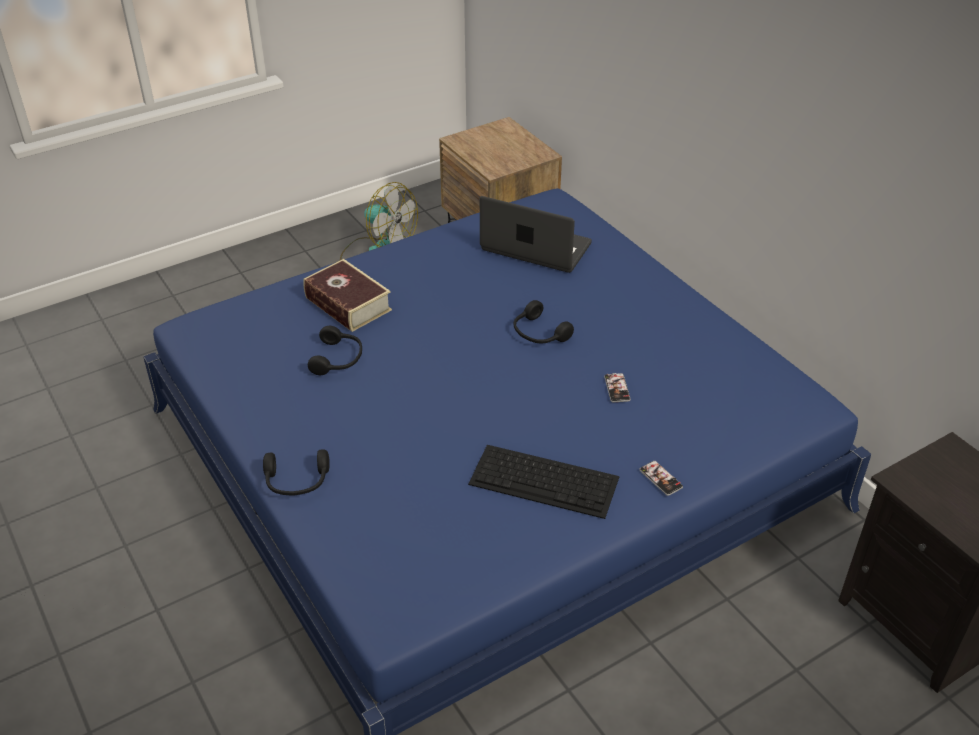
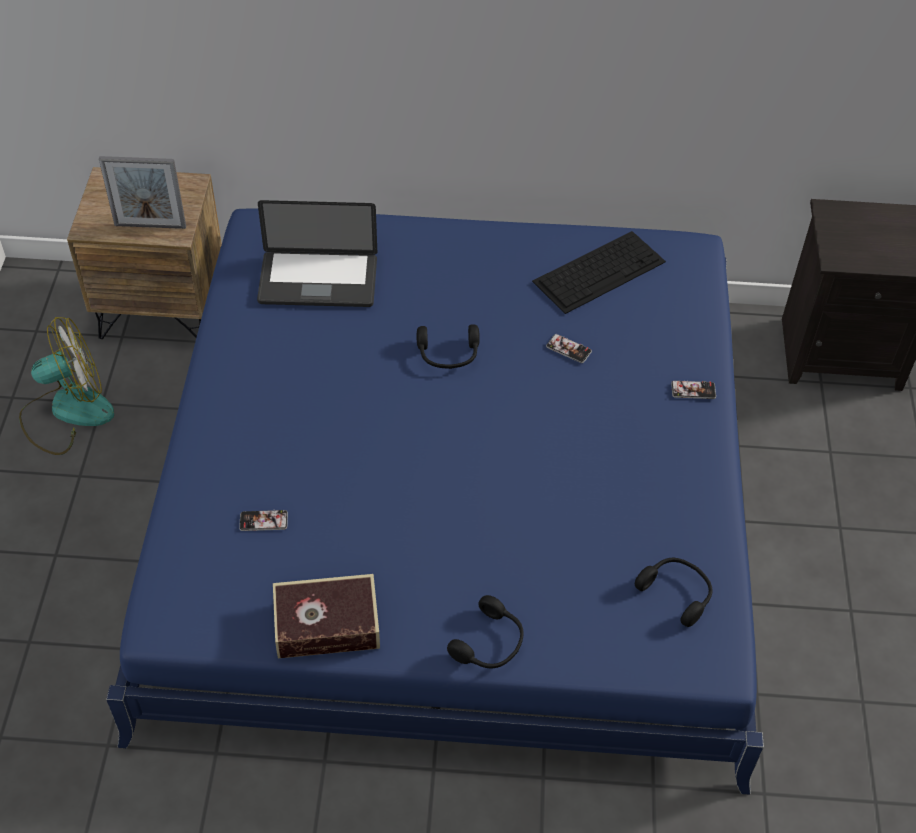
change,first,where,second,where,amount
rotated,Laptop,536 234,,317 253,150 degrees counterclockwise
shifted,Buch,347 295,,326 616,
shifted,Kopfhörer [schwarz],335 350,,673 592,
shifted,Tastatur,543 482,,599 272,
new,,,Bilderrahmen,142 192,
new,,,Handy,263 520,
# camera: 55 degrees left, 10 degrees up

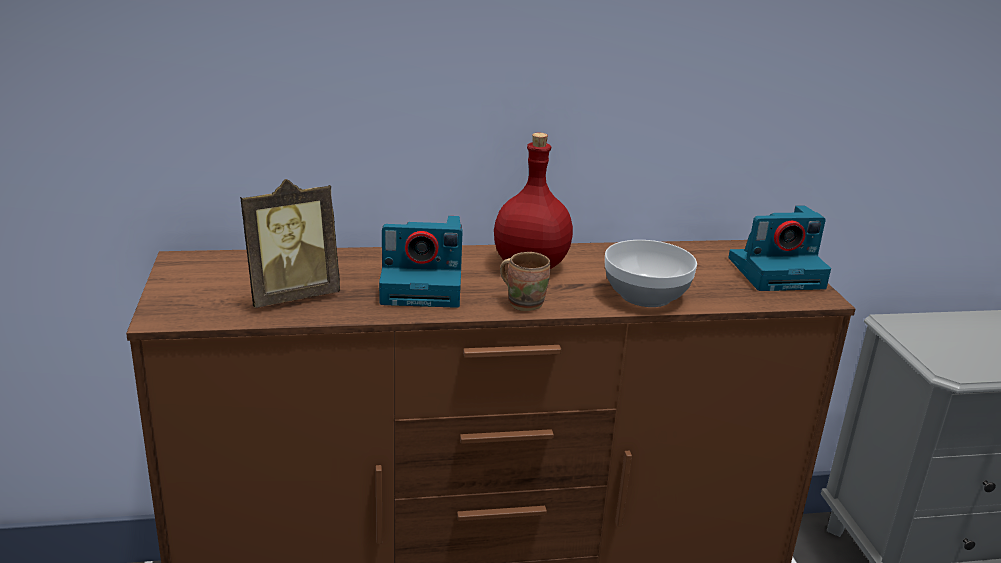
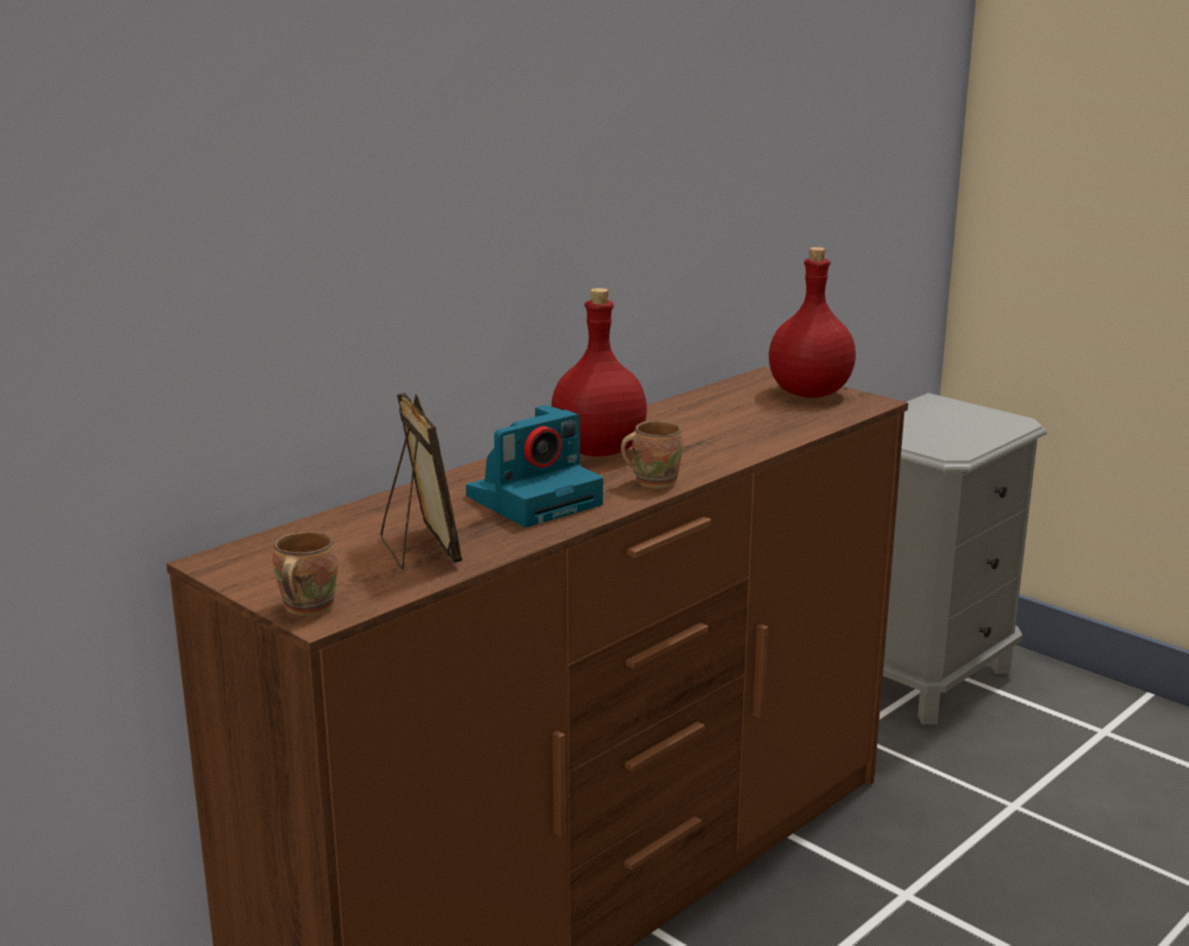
change,first,where,second,where,amount
rotated,Bilderrahmen,290 243,,422 481,45 degrees counterclockwise
swapped,Kamera,779 248,Flasche [rot],812 322,
gone,Schüssel,651 273,,,
new,,,Henkelbecher [braun],305 573,
# camera: 35 degrees left, 5 degrees down

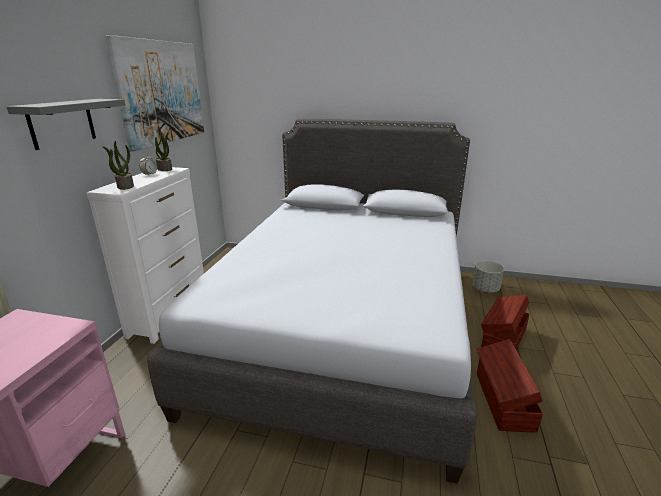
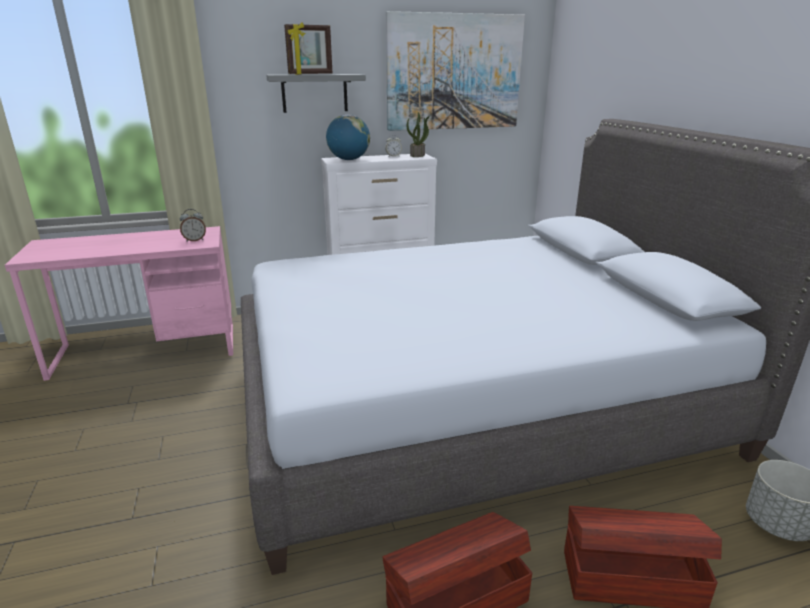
change,first,where,second,where,amount
swapped,Topfpflanze,118 165,Globus,348 137,
new,,,Bilderrahmen,308 49,
new,,,Wecker,193 225,
# camera: 60 degrees right, 0 degrees up

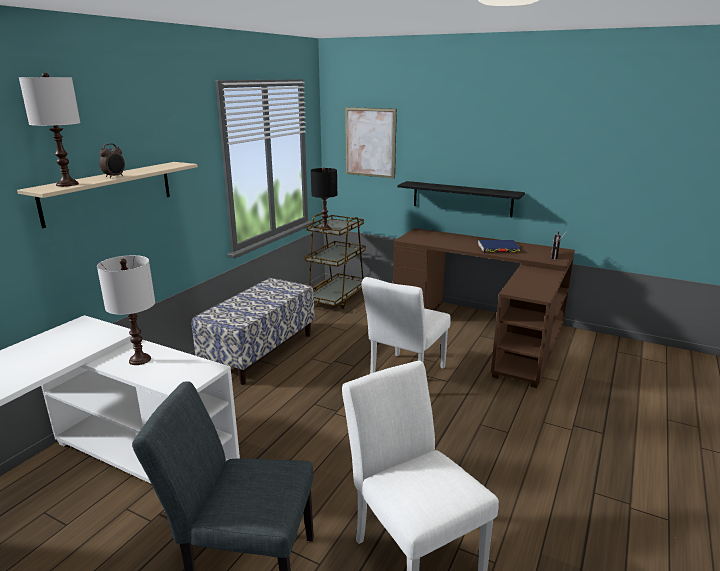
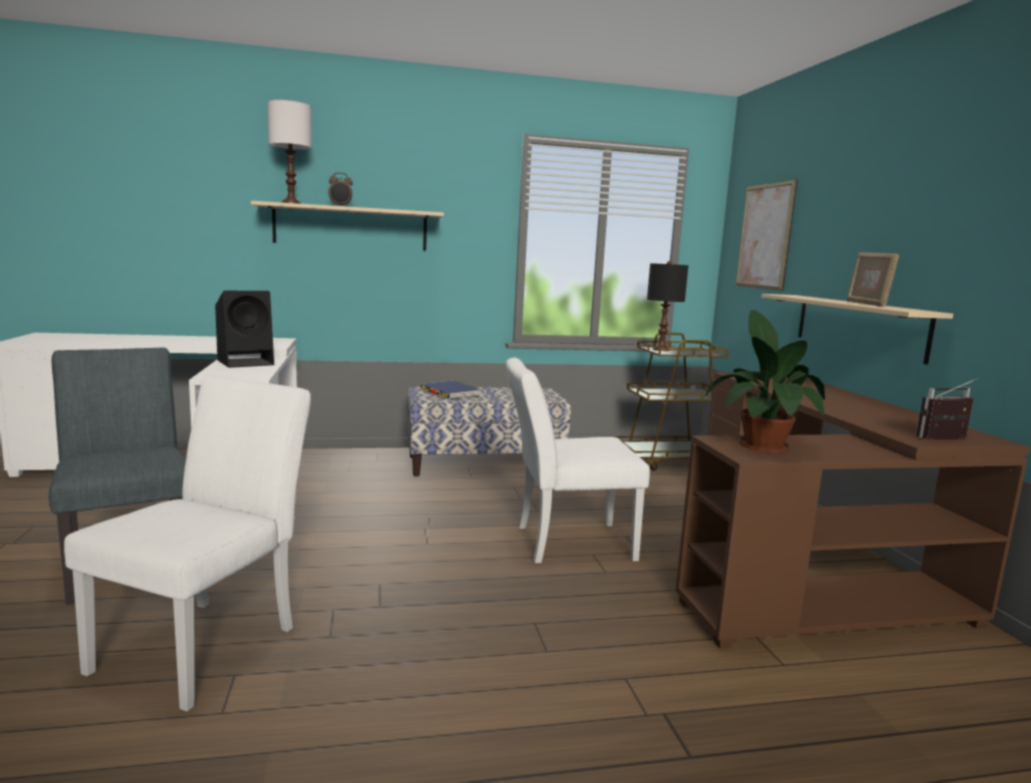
change,first,where,second,where,amount
repainted,Wandregal [schwarz],461 199,Wandregal [beige],857 329,
shifted,Buch [blau],499 246,,451 390,
swapped,Tischlampe [weiß],126 310,Lautsprecher [schwarz],244 329,
new,,,Bilderrahmen,873 279,
new,,,Topfpflanze,765 381,
# camera: 50 degrees right, 10 degrees down

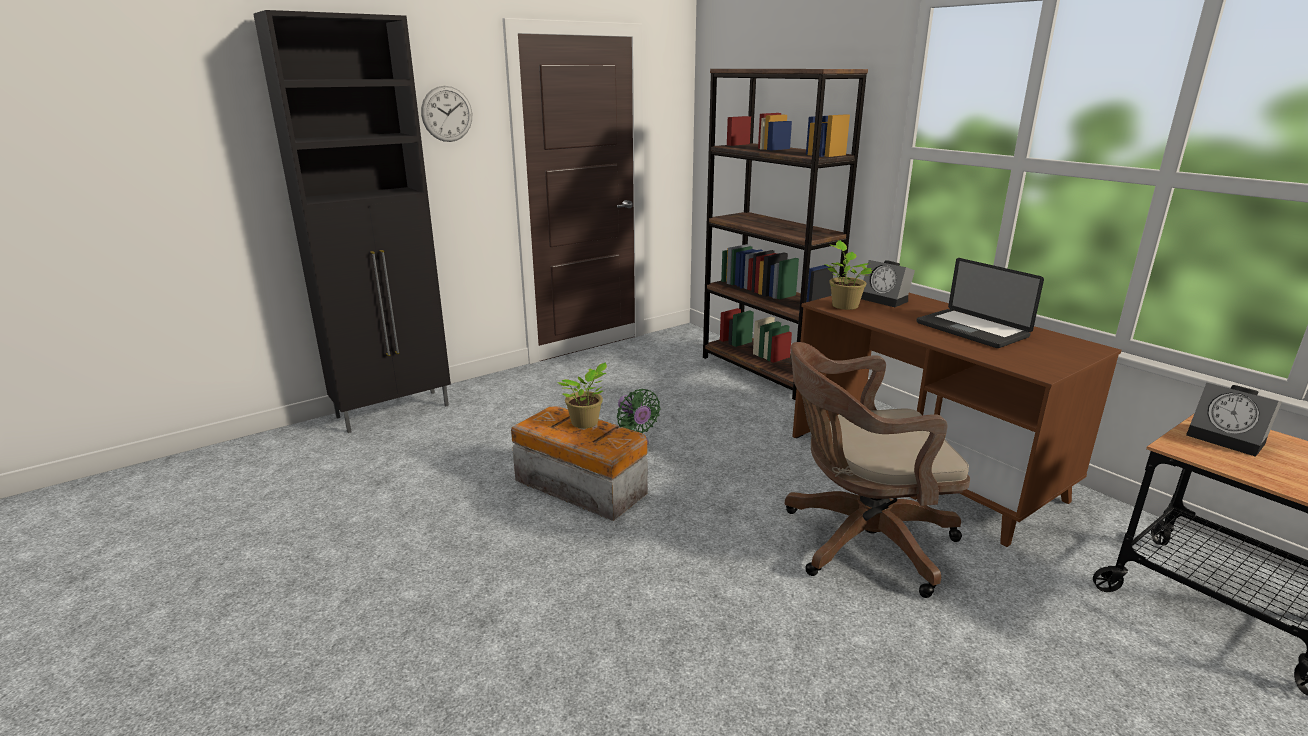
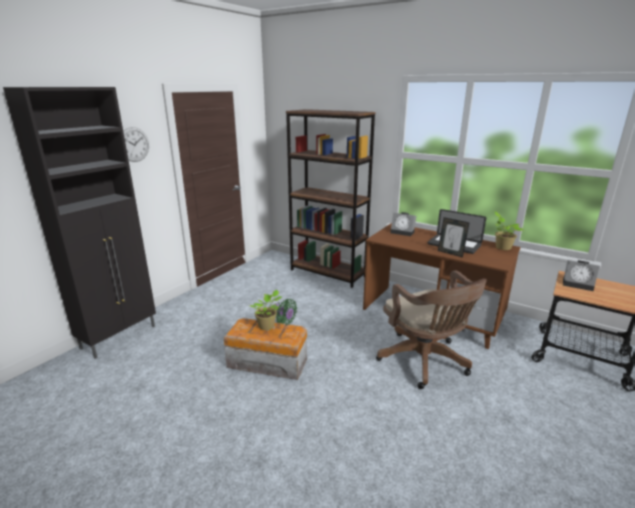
change,first,where,second,where,amount
shifted,Topfpflanze,848 275,,509 231,
rotated,Bürostuhl [braun],877 470,,431 329,90 degrees counterclockwise
new,,,Bilderrahmen,453 237,
# camera: 20 degrees left, 0 degrees up

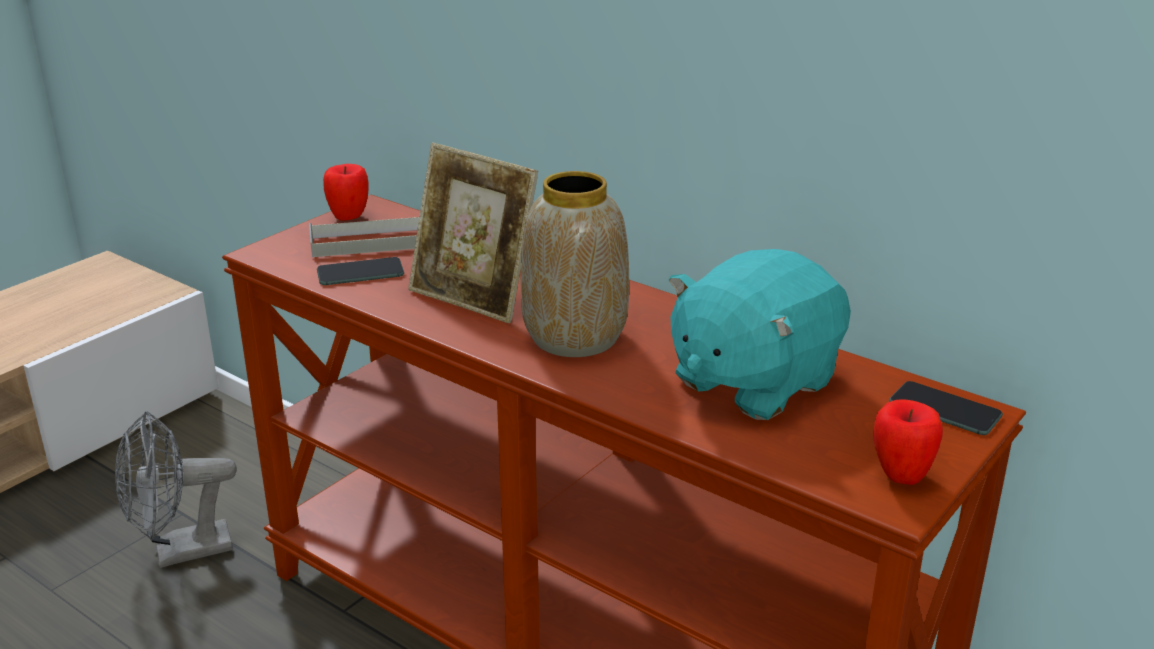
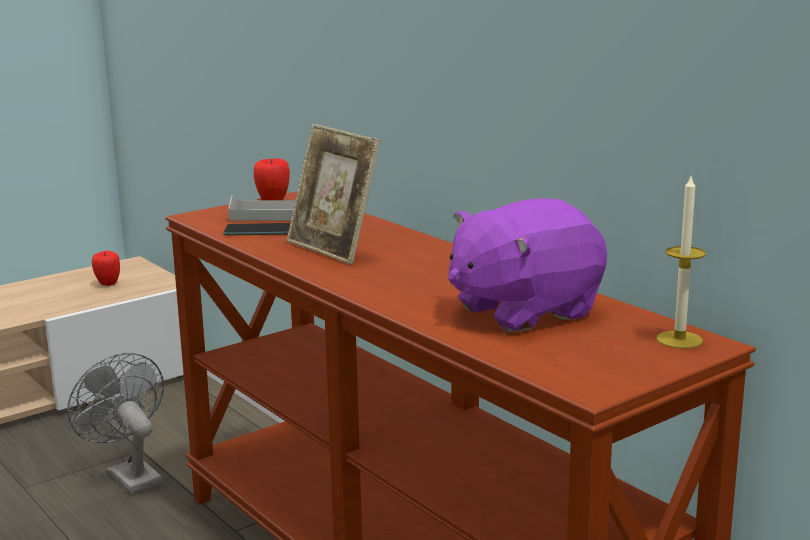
change,first,where,second,where,amount
gone,Vase,575 264,,,
repainted,Plüschtier [türkis],760 334,Plüschtier [lila],527 265,
swapped,Handy,946 408,Kerze,681 262,
shifted,Apfel,908 442,,106 268,
rotated,Ventilator [grau],176 489,,115 423,60 degrees clockwise
# camera: 15 degrees right, 10 degrees down

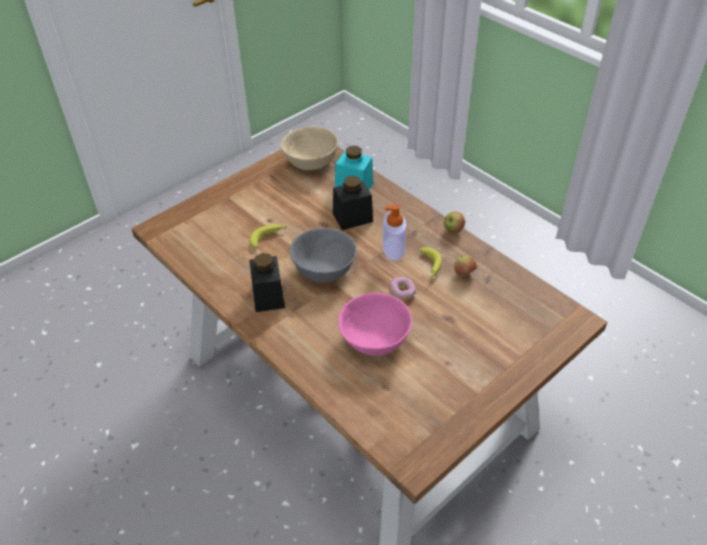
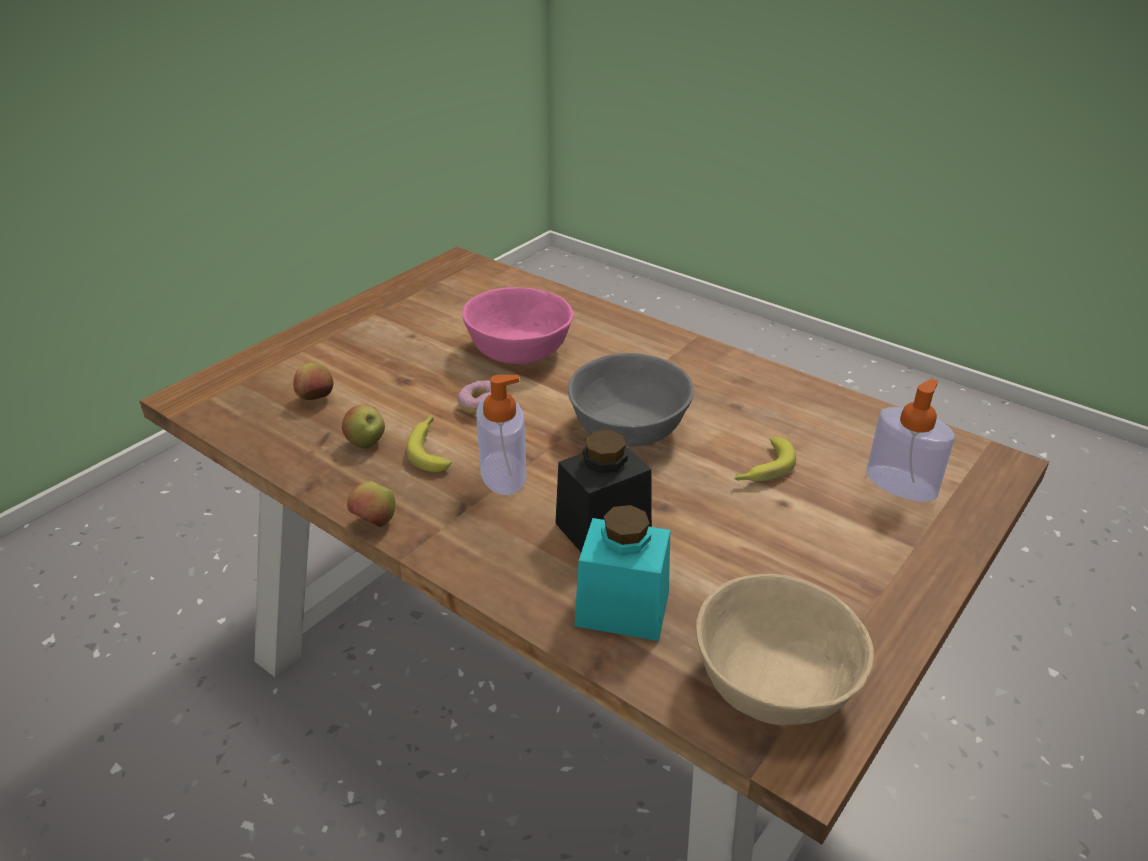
change,first,where,second,where,amount
gone,Vorratsglas [schwarz],267 282,,,
new,,,Apfel,313 381,
new,,,Seifenspender,910 440,
# camera: 170 degrees right, 10 degrees down

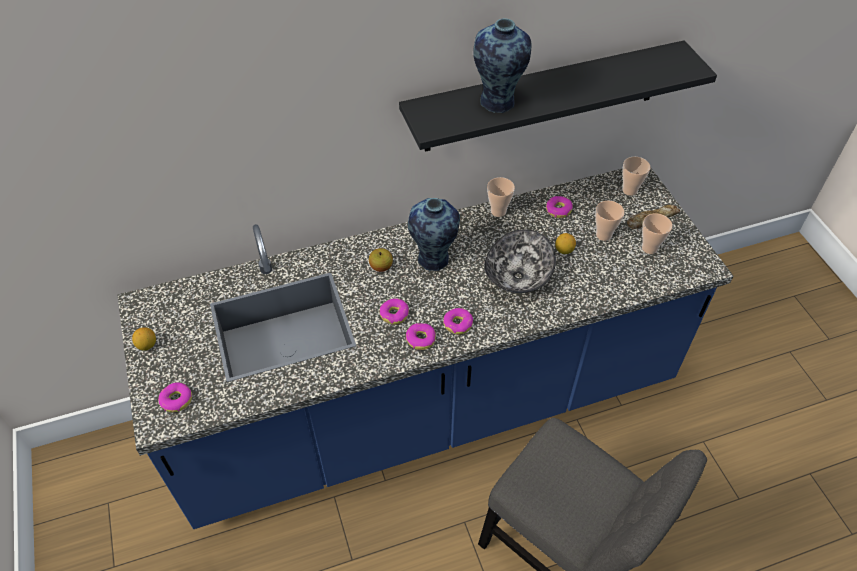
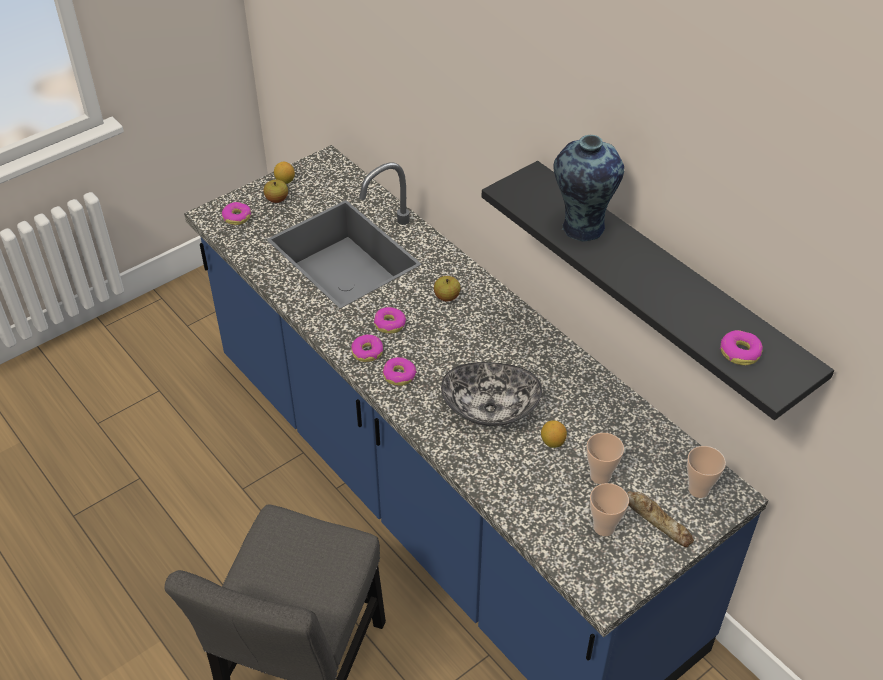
change,first,where,second,where,amount
gone,Tasse,501 197,,,
shifted,Donut,559 207,,741 347,
gone,Vase,434 234,,,
new,,,Apfel,275 191,
# camera: 70 degrees right, 5 degrees down

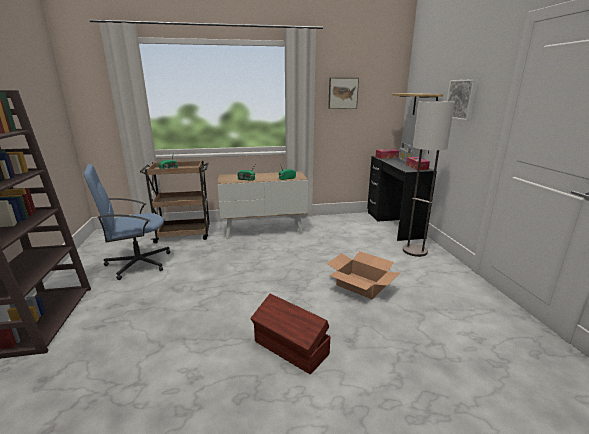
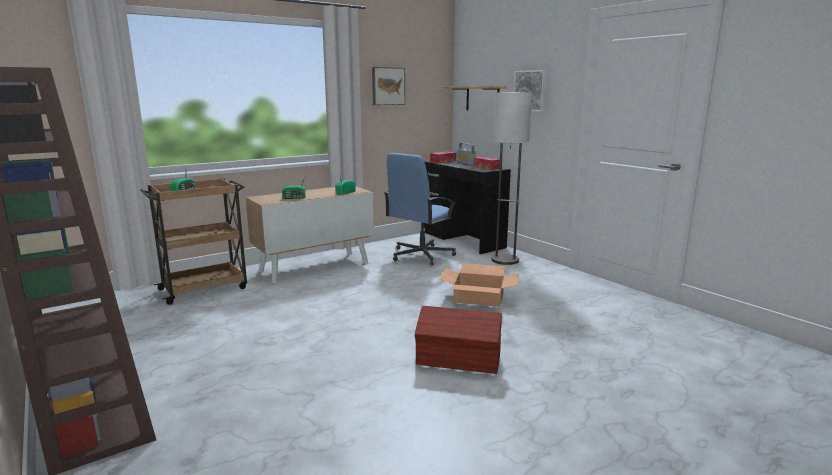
change,first,where,second,where,amount
shifted,Bürostuhl [blau],127 222,,420 209,
# camera: 25 degrees left, 5 degrees down

